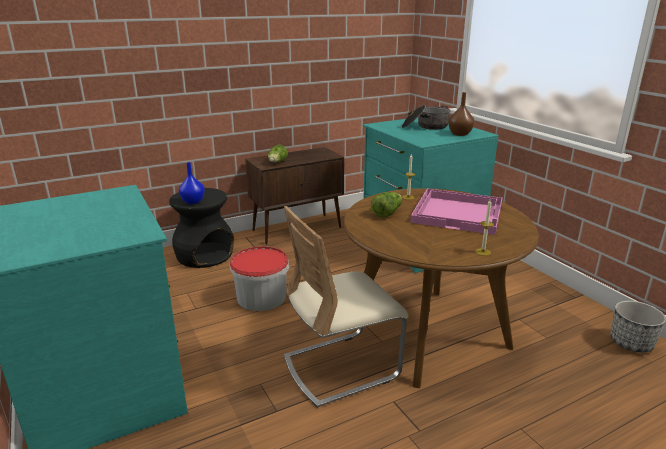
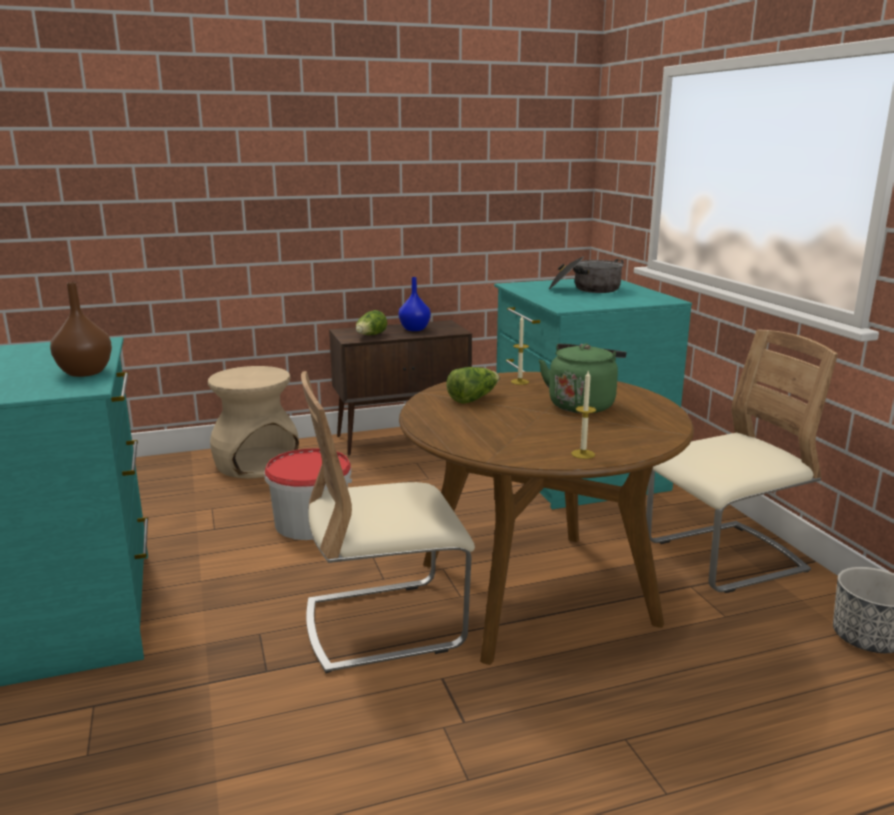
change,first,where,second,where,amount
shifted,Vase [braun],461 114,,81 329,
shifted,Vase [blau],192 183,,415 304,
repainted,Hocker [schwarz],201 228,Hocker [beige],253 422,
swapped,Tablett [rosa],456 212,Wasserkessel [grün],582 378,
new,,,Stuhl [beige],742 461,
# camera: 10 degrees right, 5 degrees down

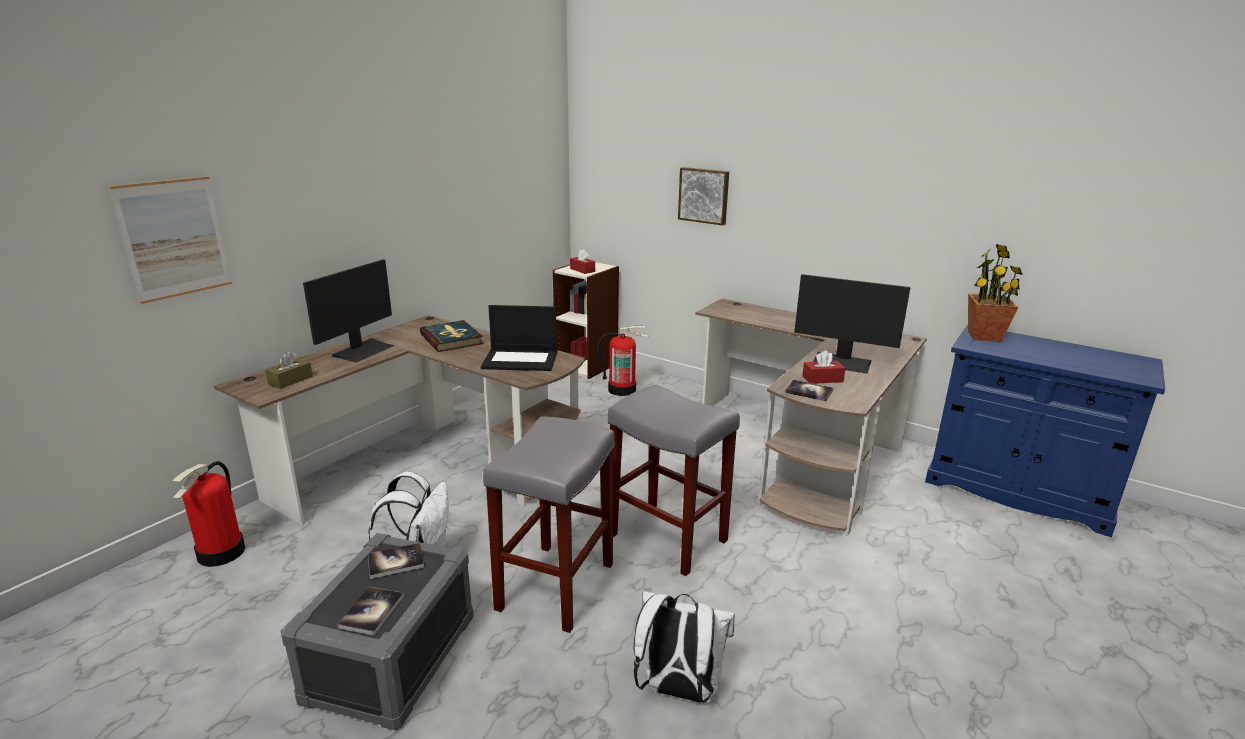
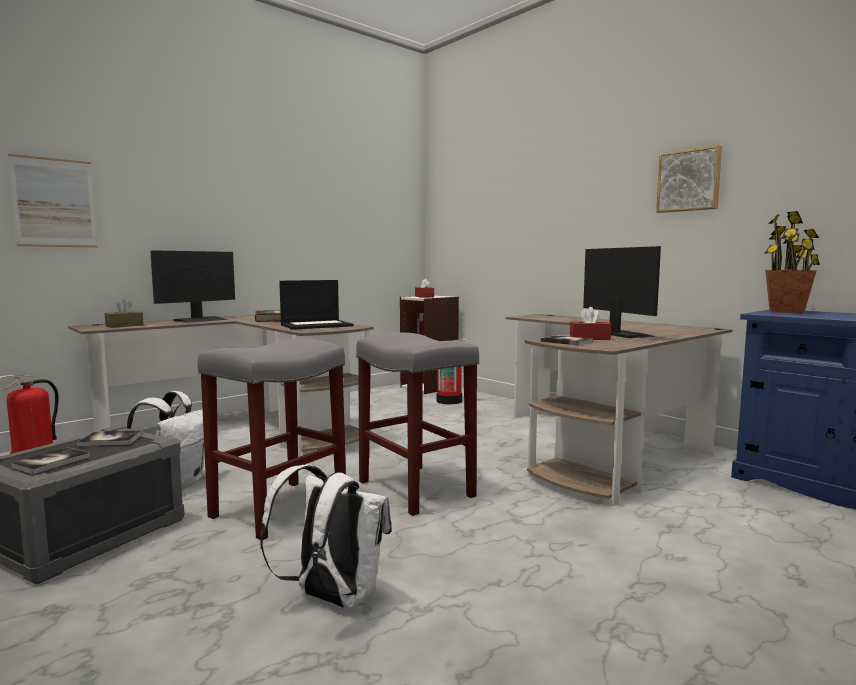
change,first,where,second,where,amount
shifted,Bild,703 196,,689 179,
rotated,Monitor,852 324,,622 292,150 degrees counterclockwise
rotated,Laptop,519 338,,316 305,45 degrees counterclockwise
# camera: 15 degrees right, 15 degrees down

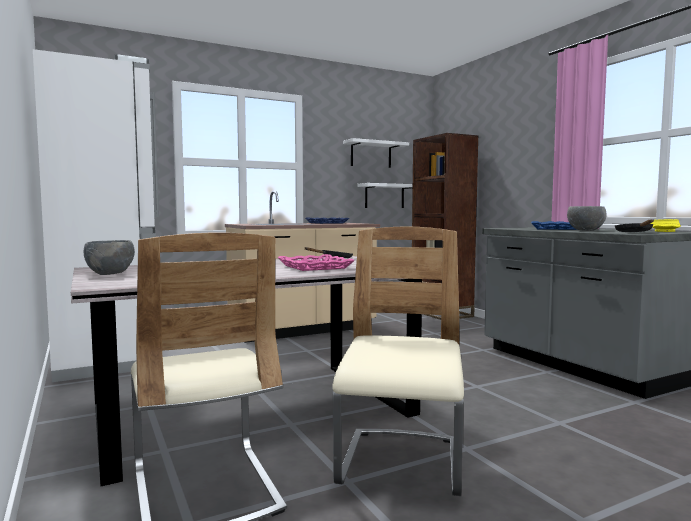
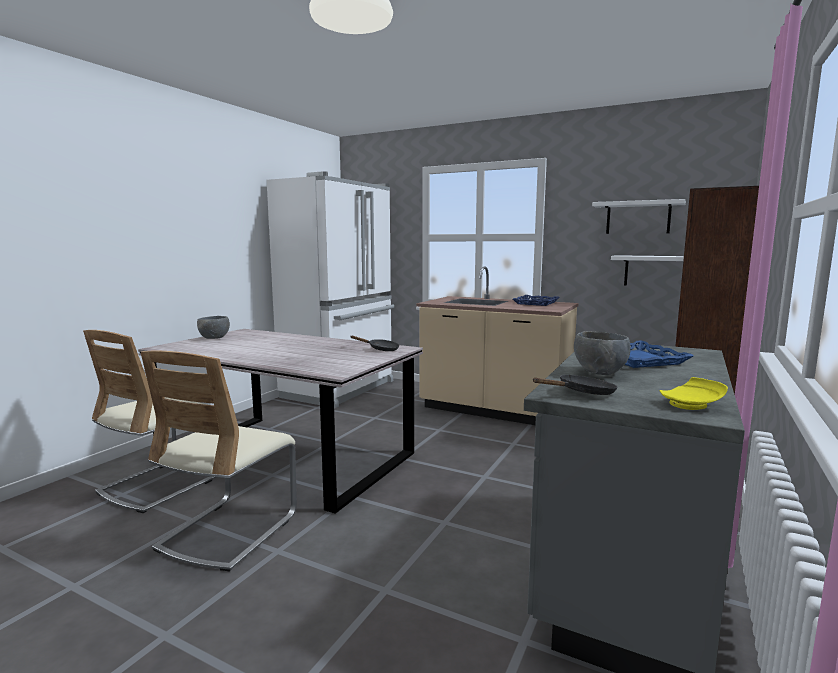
change,first,where,second,where,amount
rotated,Stuhl [beige],398 361,,219 461,135 degrees clockwise
gone,Tablett [rosa],316 262,,,
# camera: 55 degrees right, 5 degrees up

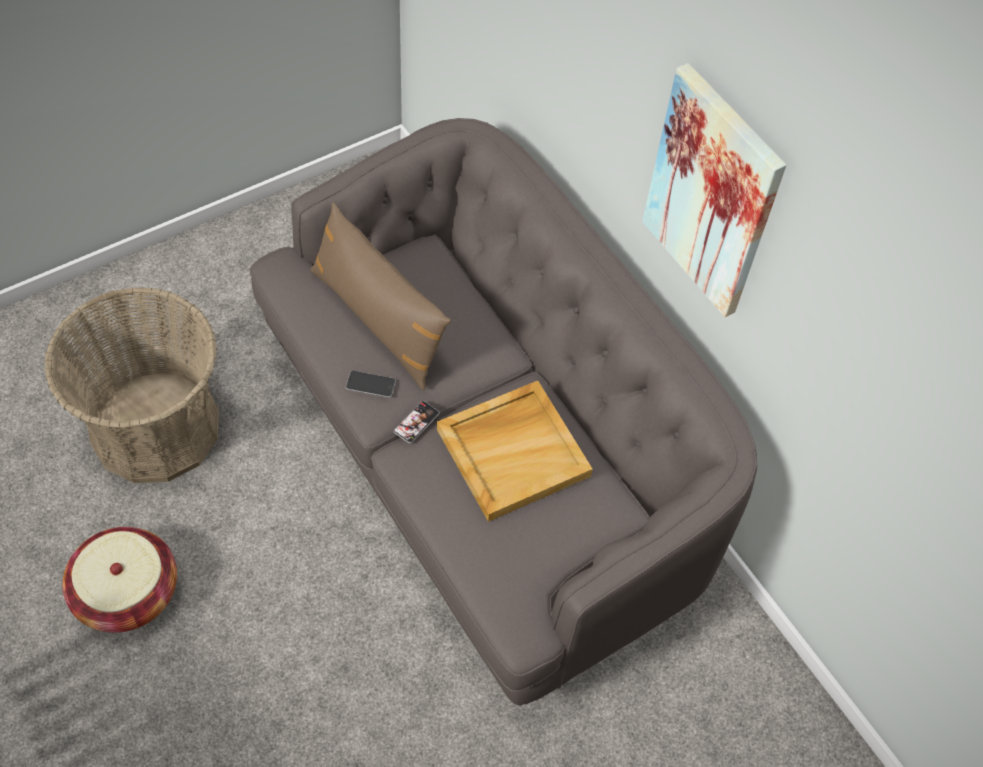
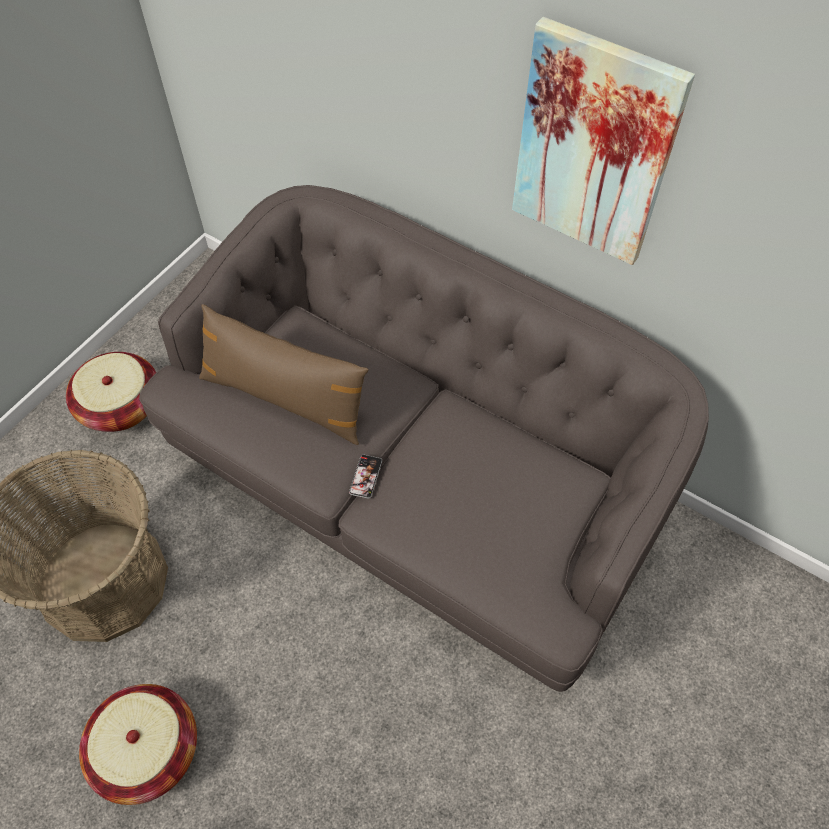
change,first,where,second,where,amount
gone,Handy,371 383,,,
gone,Tablett [beige],515 451,,,
new,,,Korb,111 392,
# camera: 20 degrees left, 0 degrees up

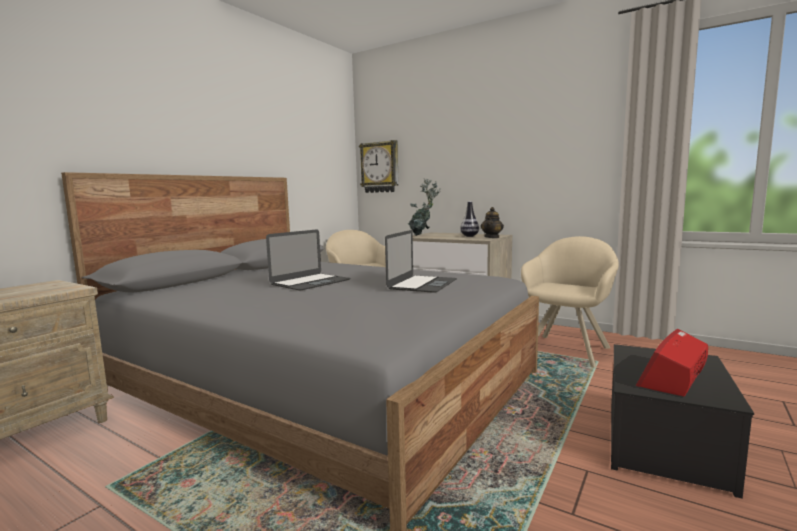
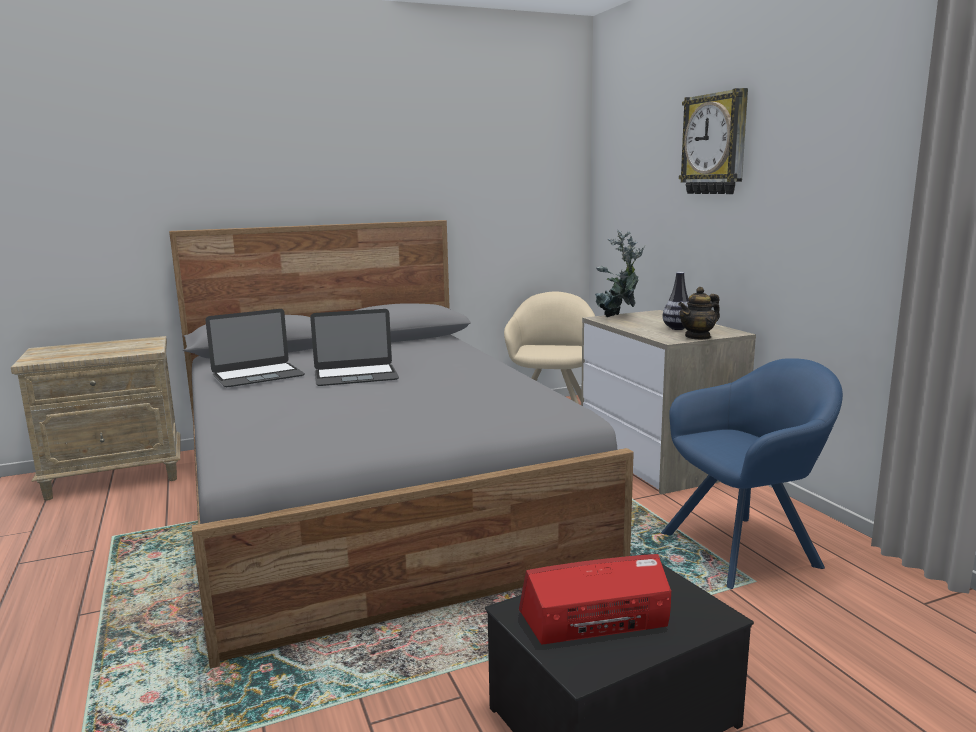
change,first,where,second,where,amount
shifted,Wanduhr,379 166,,713 141,
shifted,Laptop,421 261,,255 348,
repainted,Sessel [beige],570 302,Sessel [blau],752 473,
# camera: 35 degrees right, 5 degrees up

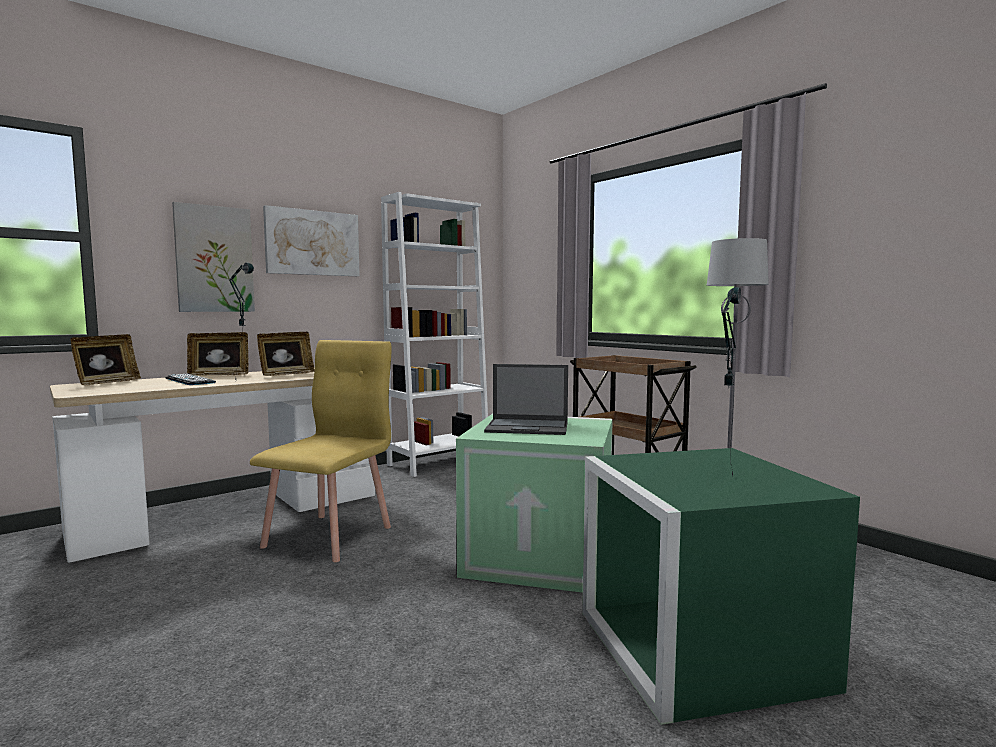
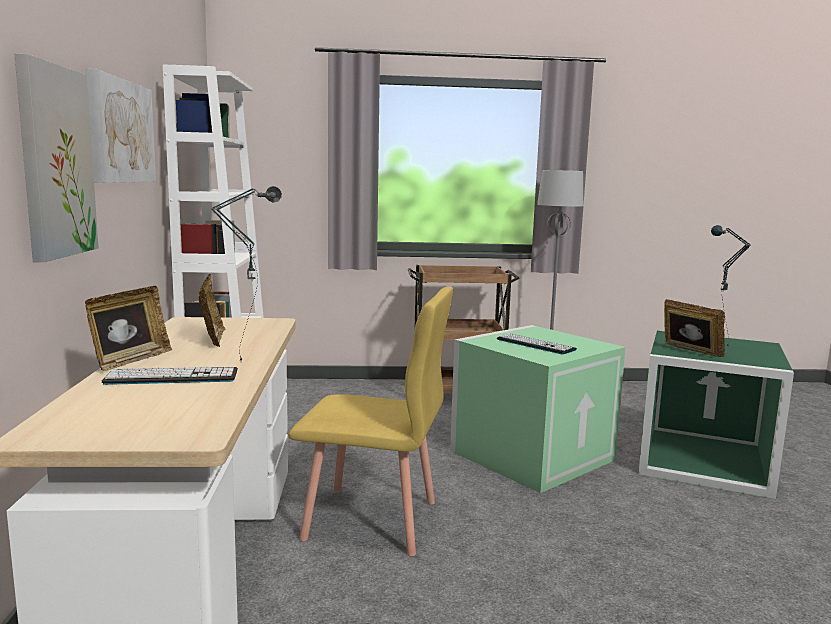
change,first,where,second,where,amount
shifted,Bilderrahmen,105 359,,694 328,
rotated,Stuhl [gelb],321 451,,371 421,135 degrees clockwise
swapped,Laptop,526 399,Tastatur,537 344,
# camera: 55 degrees left, 5 degrees up

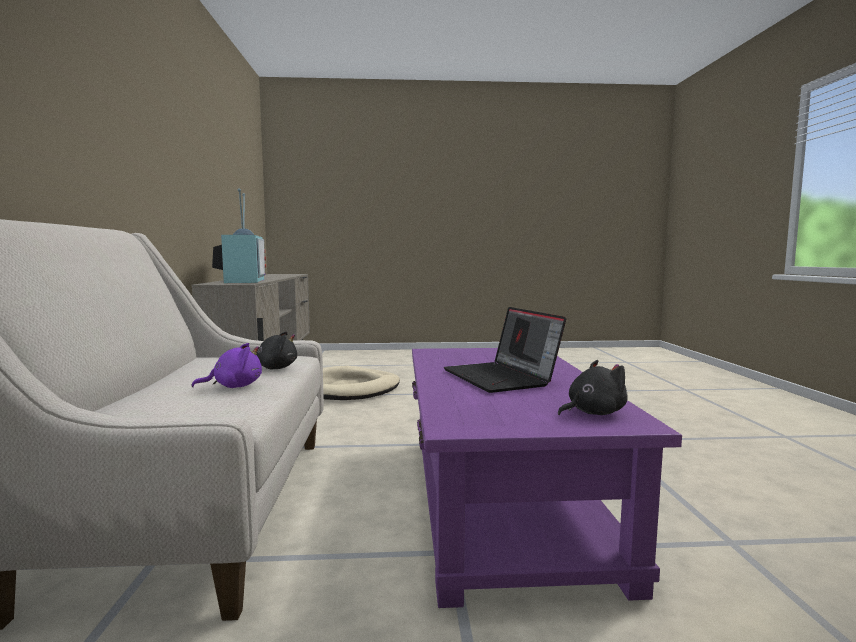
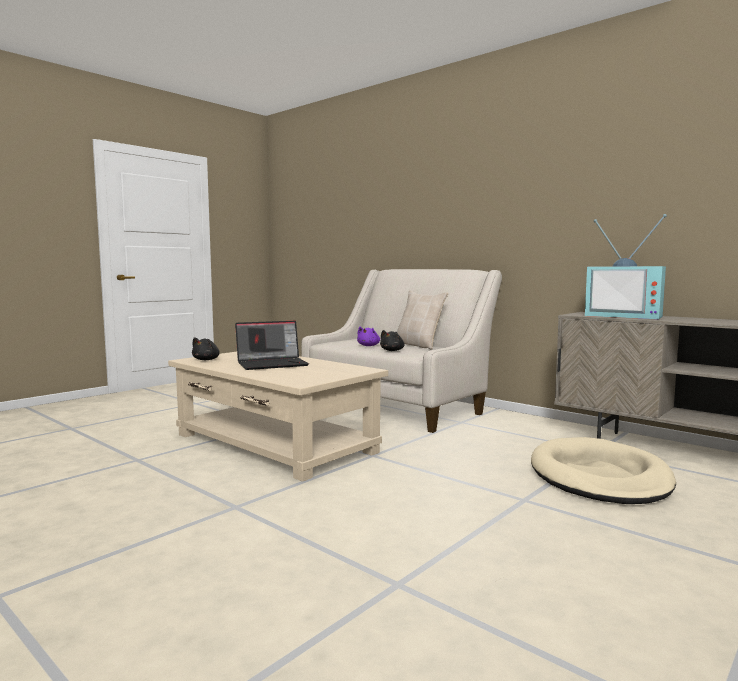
change,first,where,second,where,amount
rotated,Laptop,505 350,,272 345,135 degrees clockwise
repainted,Couchtisch [lila],547 478,Couchtisch [beige],278 417,
new,,,Kissen [beige],422 320,
# camera: 135 degrees right, 0 degrees up

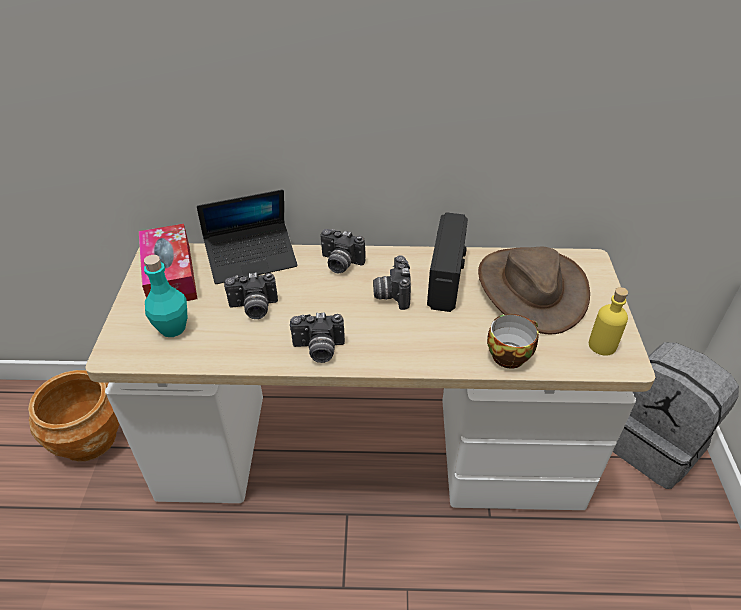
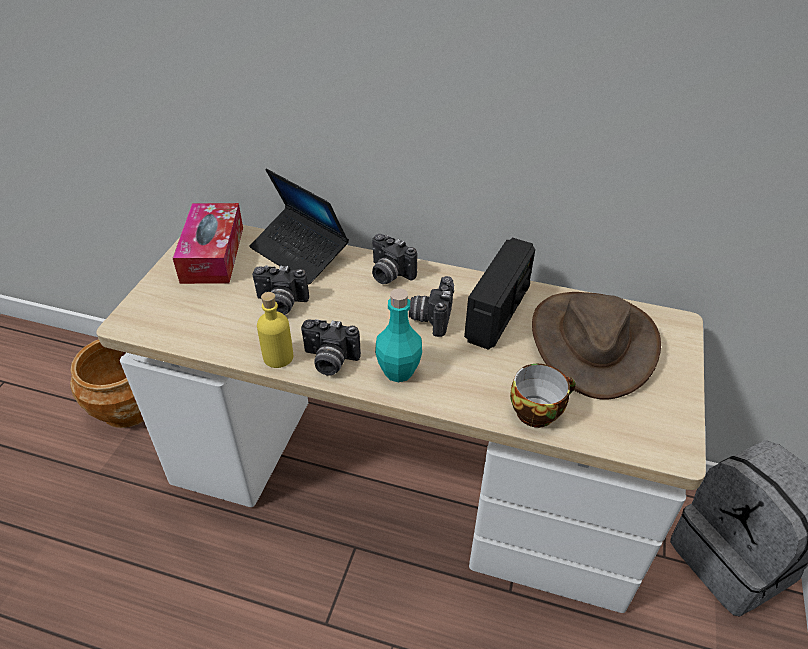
change,first,where,second,where,amount
rotated,Laptop,247 236,,299 226,45 degrees clockwise
shifted,Flasche [türkis],166 296,,398 335,
shifted,Flasche [gelb],608 321,,275 330,
# camera: 15 degrees right, 0 degrees up

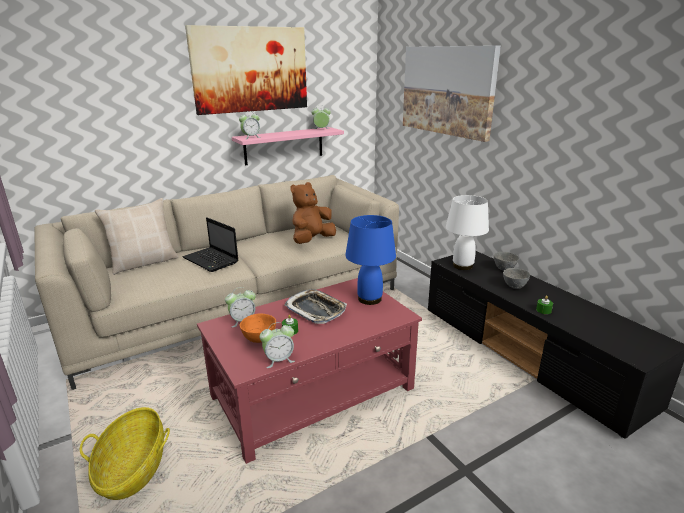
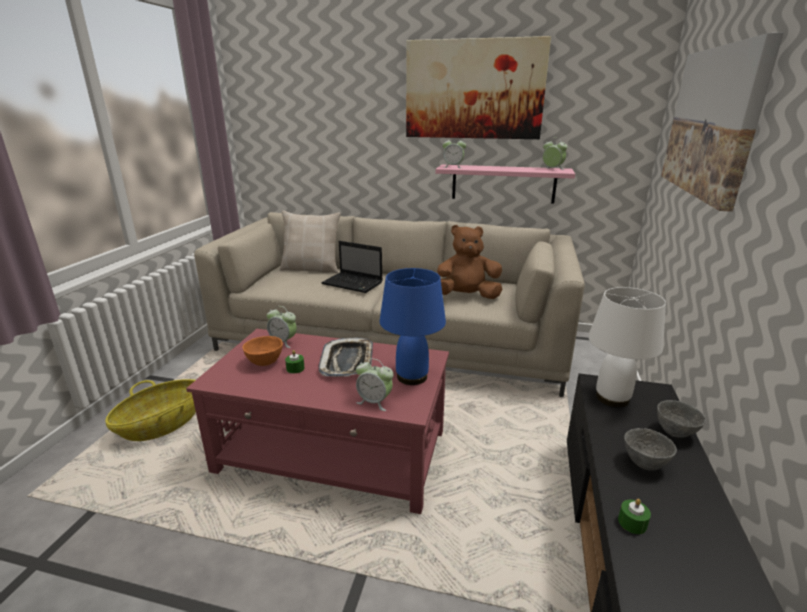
change,first,where,second,where,amount
rotated,Laptop,210 244,,352 267,60 degrees counterclockwise
shifted,Wecker,277 345,,374 384,
# camera: 45 degrees right, 0 degrees up

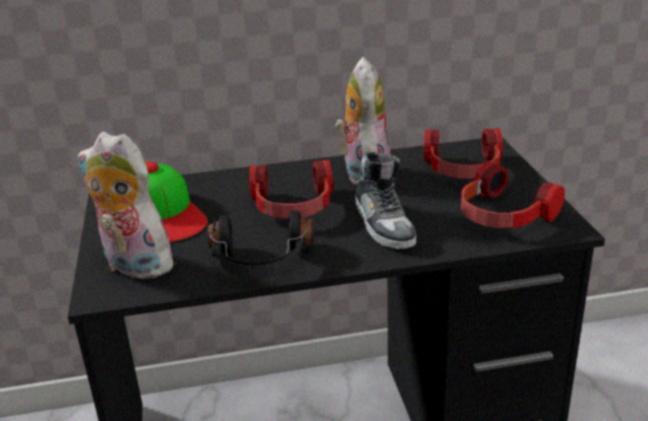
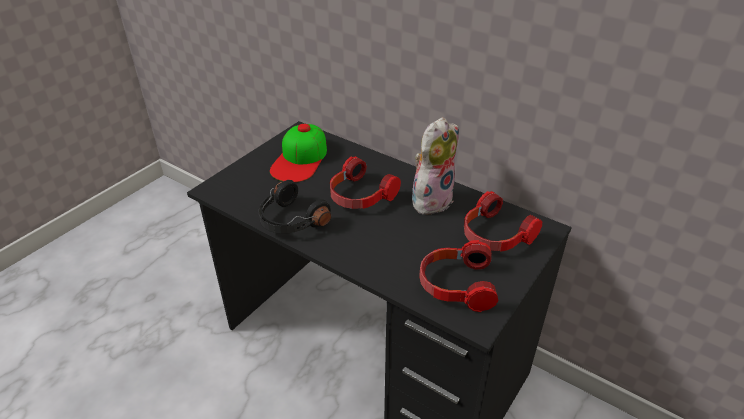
change,first,where,second,where,amount
gone,Plüschtier,128 207,,,
gone,Schuh,385 200,,,
# camera: 45 degrees right, 10 degrees up

